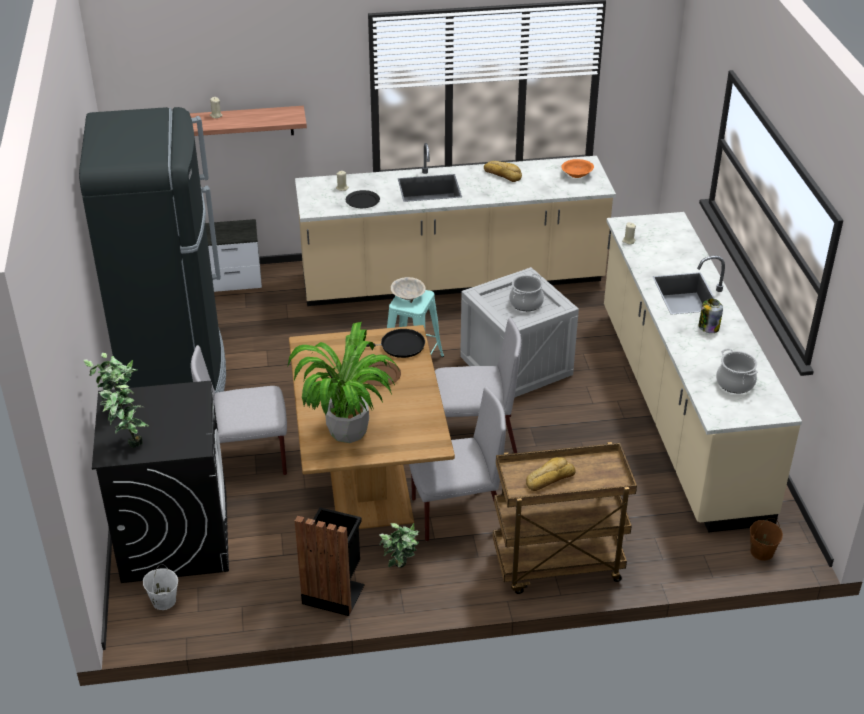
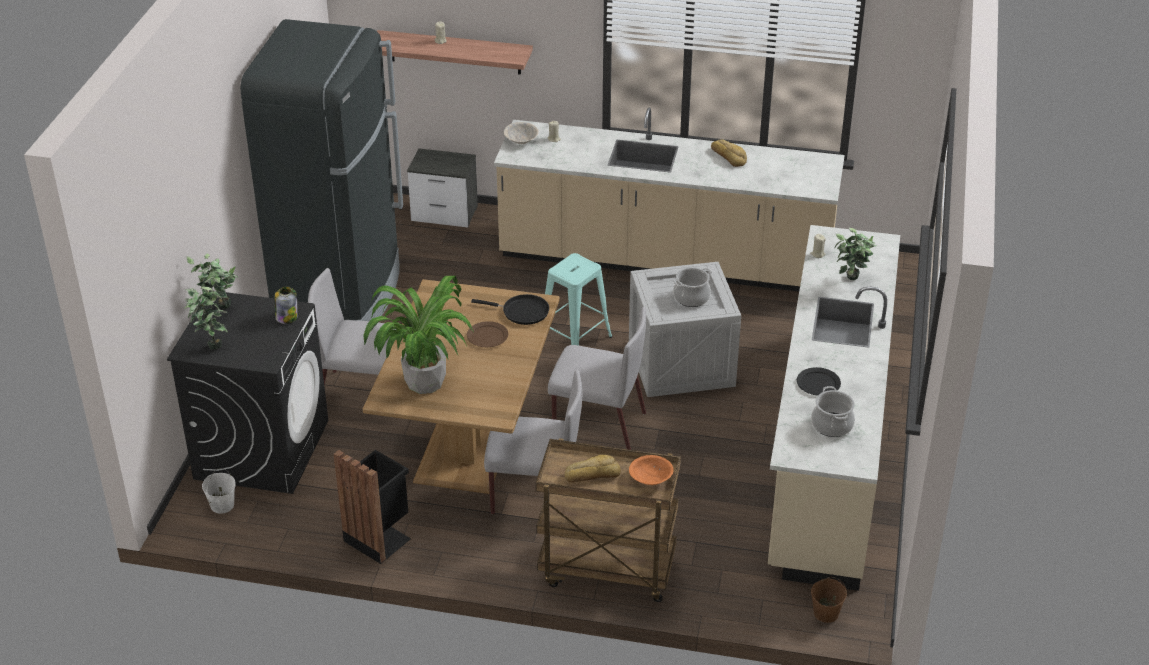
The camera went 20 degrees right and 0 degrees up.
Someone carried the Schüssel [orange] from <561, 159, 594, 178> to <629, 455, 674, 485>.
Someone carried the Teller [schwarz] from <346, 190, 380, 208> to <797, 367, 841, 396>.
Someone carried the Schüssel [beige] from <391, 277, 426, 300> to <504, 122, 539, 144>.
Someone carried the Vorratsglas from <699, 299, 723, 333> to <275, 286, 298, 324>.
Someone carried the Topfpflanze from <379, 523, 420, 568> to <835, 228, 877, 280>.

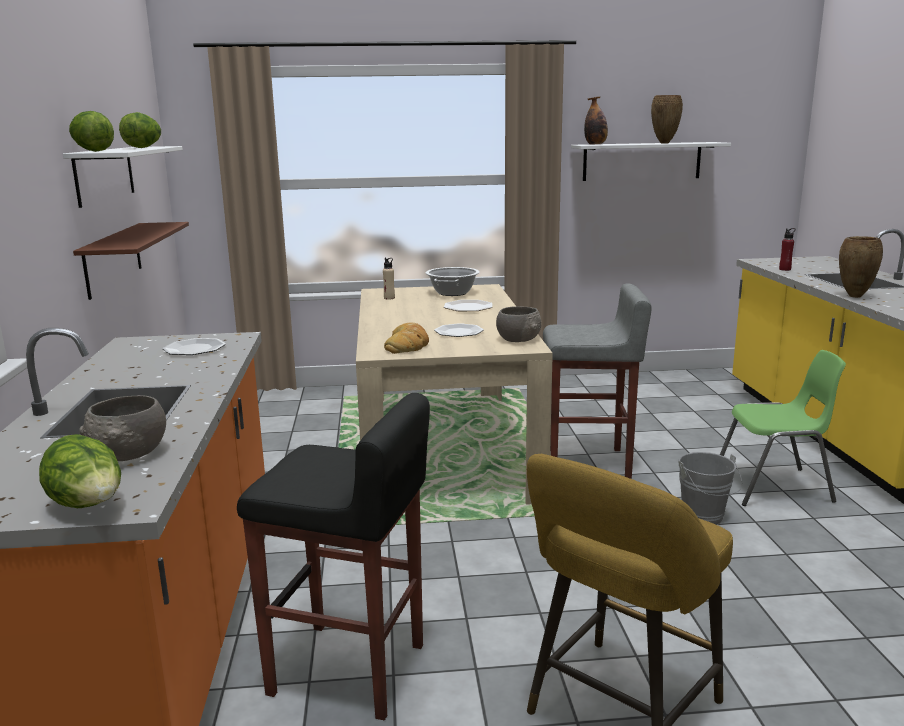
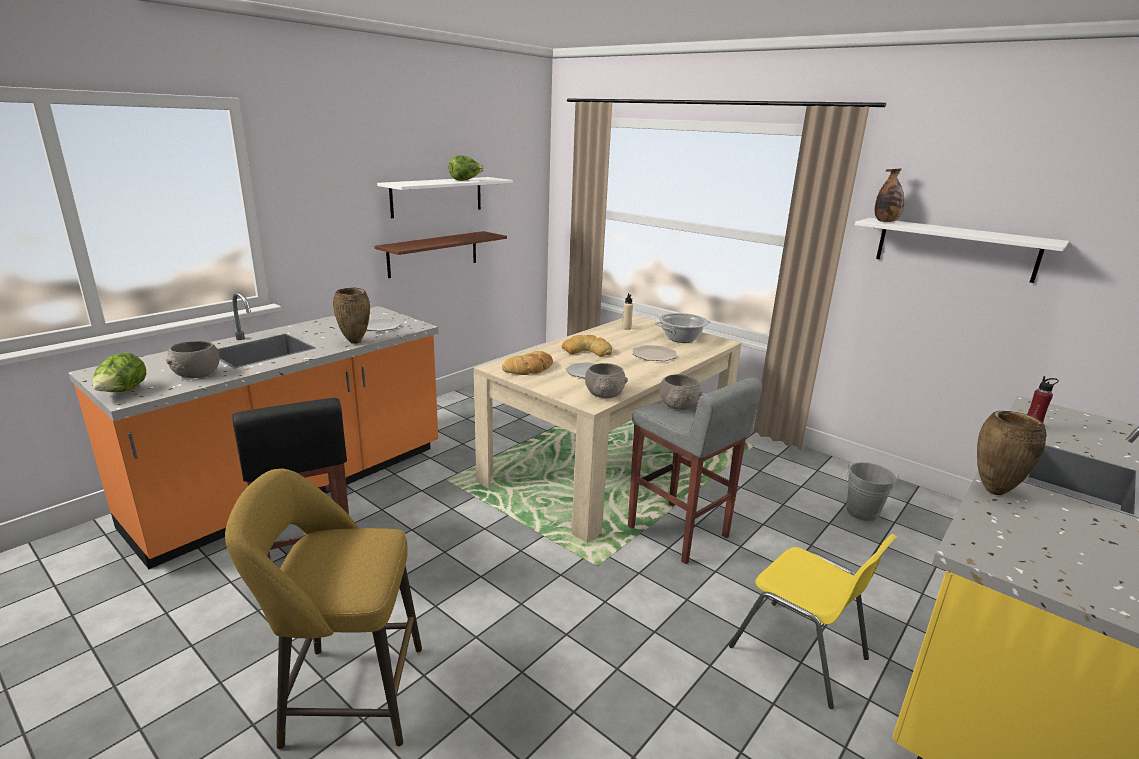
The camera went 45 degrees right and 5 degrees up.
Someone carried the Vase [braun] from <651, 95, 683, 143> to <333, 287, 370, 344>.
Someone took away the Salatkopf at <69, 111, 114, 152>.
Someone repainted the Stuhl [grün] at <720, 350, 846, 506>, which became the Stuhl [gelb] at <729, 534, 897, 709>.
Someone carried the Eimer [grau] from <678, 452, 742, 525> to <846, 461, 899, 521>.
Someone put down the Brot at <562, 335, 612, 357>.
Someone put down the Schüssel [grau] at <659, 374, 702, 410>.

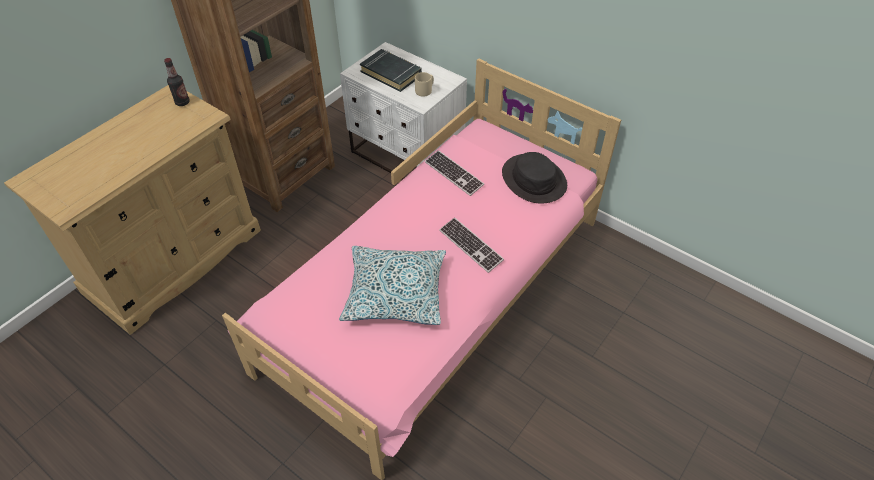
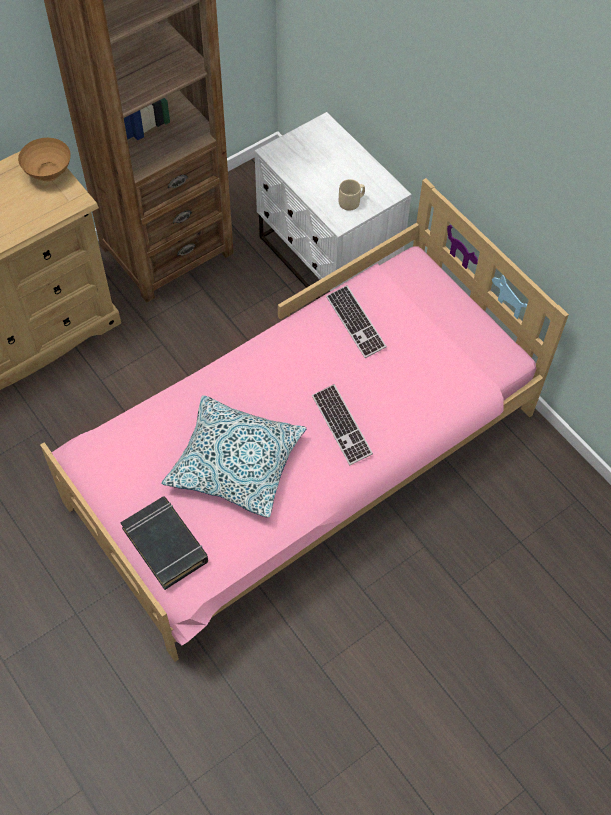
The camera went 15 degrees right and 10 degrees up.
Someone carried the Buch [schwarz] from <360, 49, 422, 92> to <120, 497, 208, 590>.
Someone swapped the Flasche at <164, 58, 190, 106> for the Schüssel [braun] at <18, 138, 71, 181>.
Someone took away the Hut [schwarz] at <502, 152, 567, 203>.

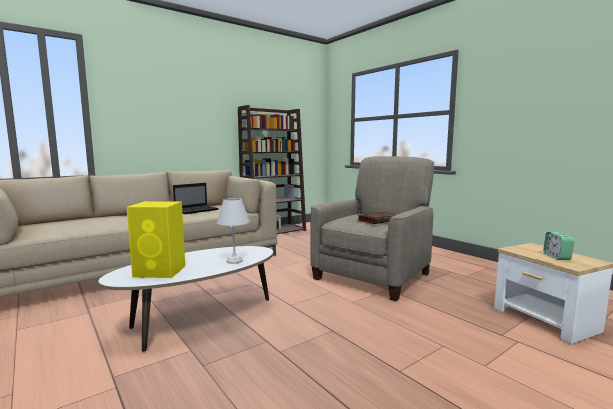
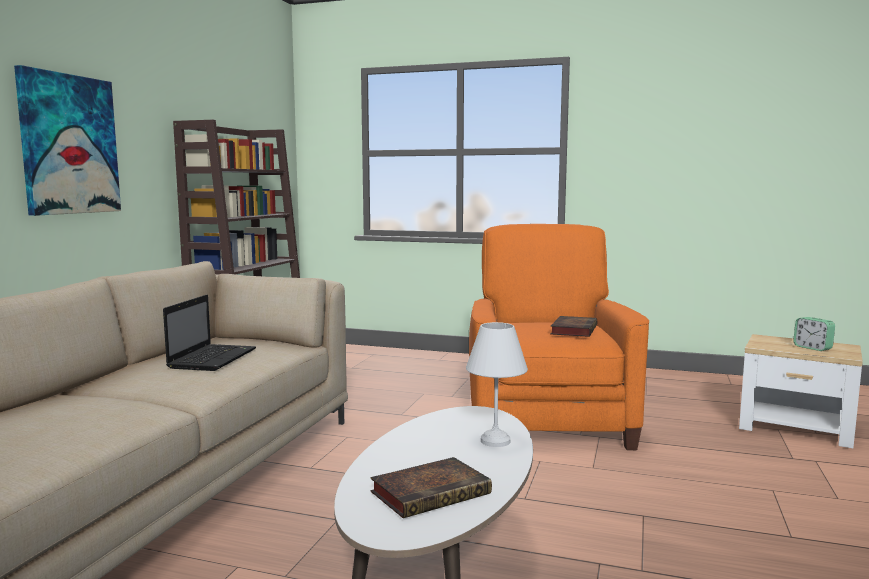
The camera went 35 degrees left and 0 degrees up.
Someone repainted the Sessel [beige] at <310, 156, 434, 301>, which became the Sessel [orange] at <469, 224, 649, 450>.
Someone swapped the Lautsprecher [gelb] at <127, 201, 185, 278> for the Buch at <370, 457, 492, 518>.
Someone put up the Bild at <14, 65, 121, 216>.

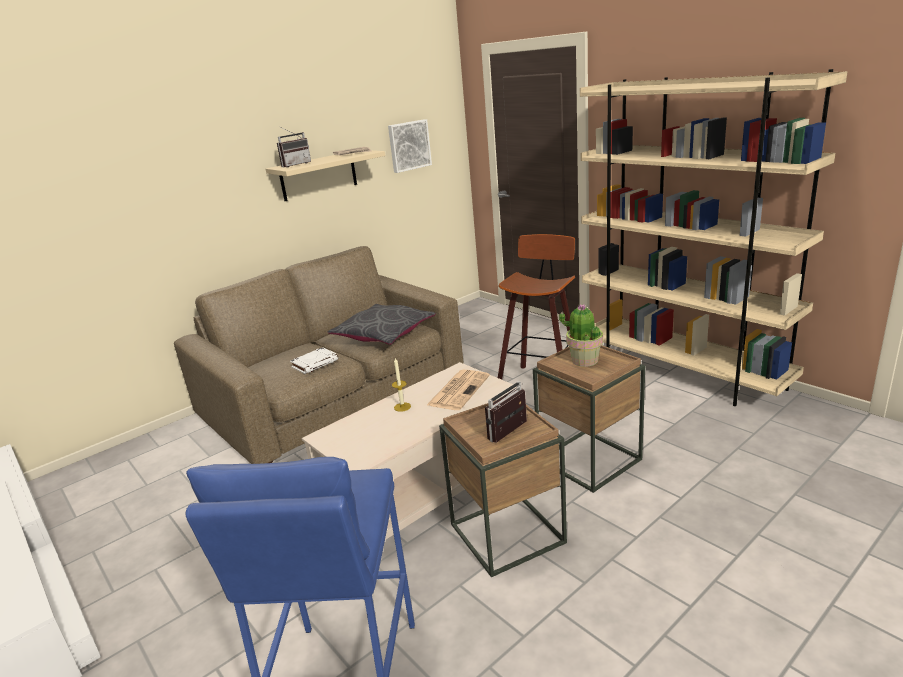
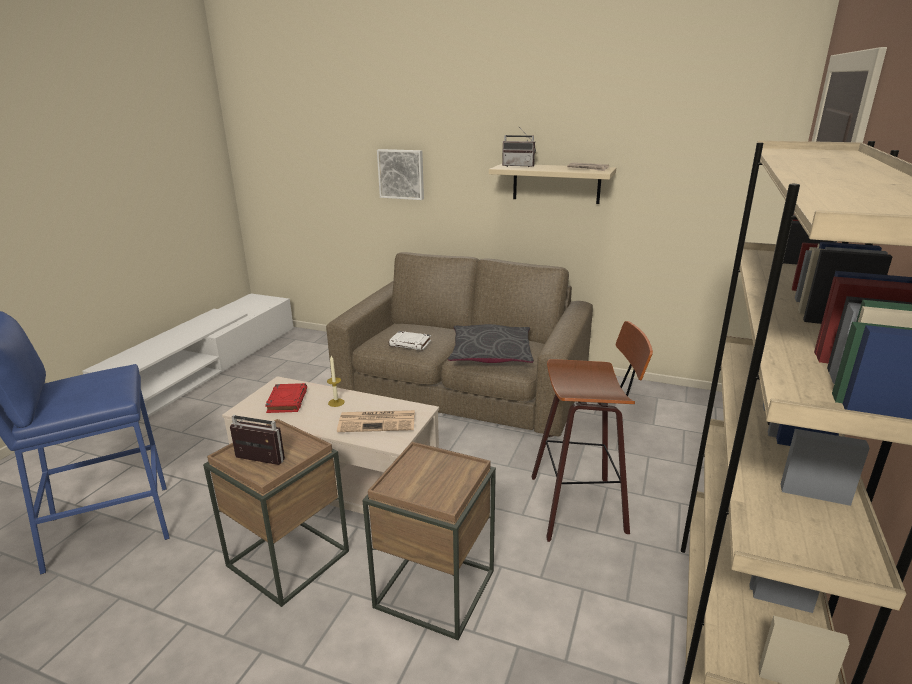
The camera went 60 degrees right and 0 degrees up.
Someone carried the Bild from <388, 119, 432, 173> to <377, 149, 424, 200>.
Someone took away the Topfpflanze at <559, 305, 603, 367>.
Someone put down the Buch [rot] at <265, 383, 307, 413>.

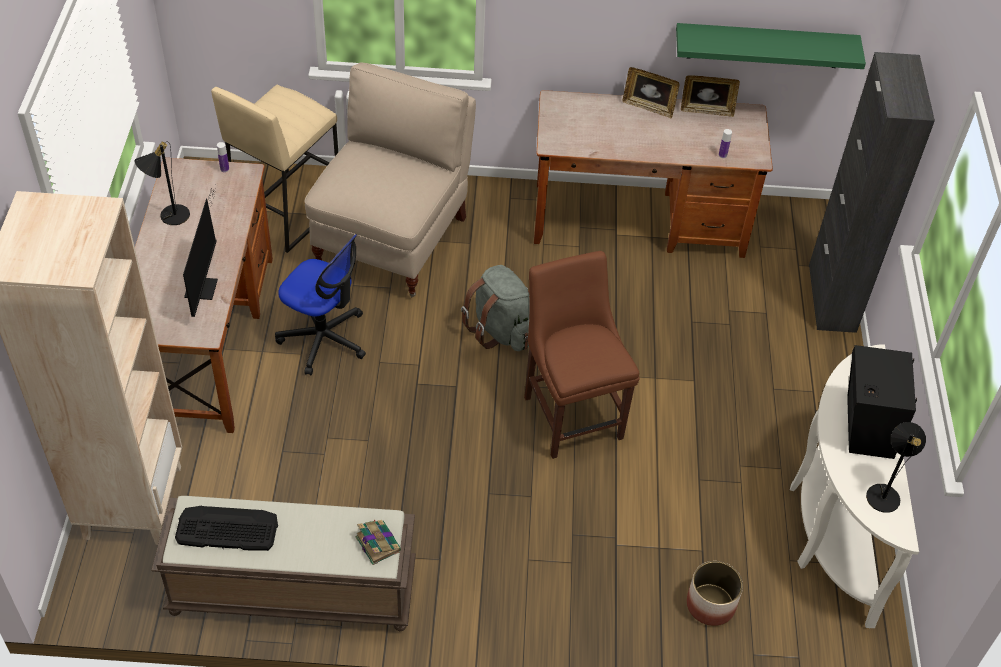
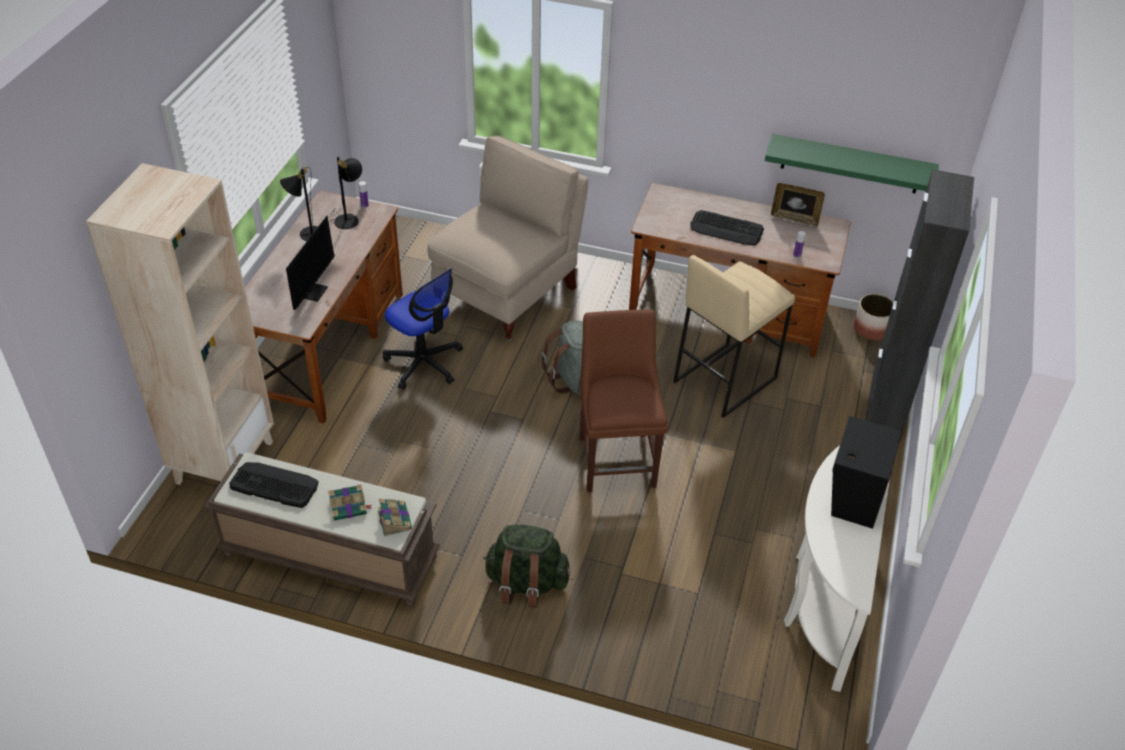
The camera went 15 degrees right and 5 degrees down.
Someone took away the Bilderrahmen at <623, 67, 679, 119>.
Someone carried the Hocker [beige] from <211, 85, 338, 253> to <673, 255, 795, 418>.
Someone carried the Tischlampe [schwarz] from <866, 422, 926, 513> to <334, 156, 362, 229>.
Someone carried the Pflanzkübel from <686, 561, 743, 626> to <854, 294, 893, 340>.
Someone put down the Tastatur at <691, 210, 764, 245>.
Someone put down the Buch at <328, 484, 372, 521>.
Someone put down the Rucksack [grün] at <483, 524, 570, 608>.

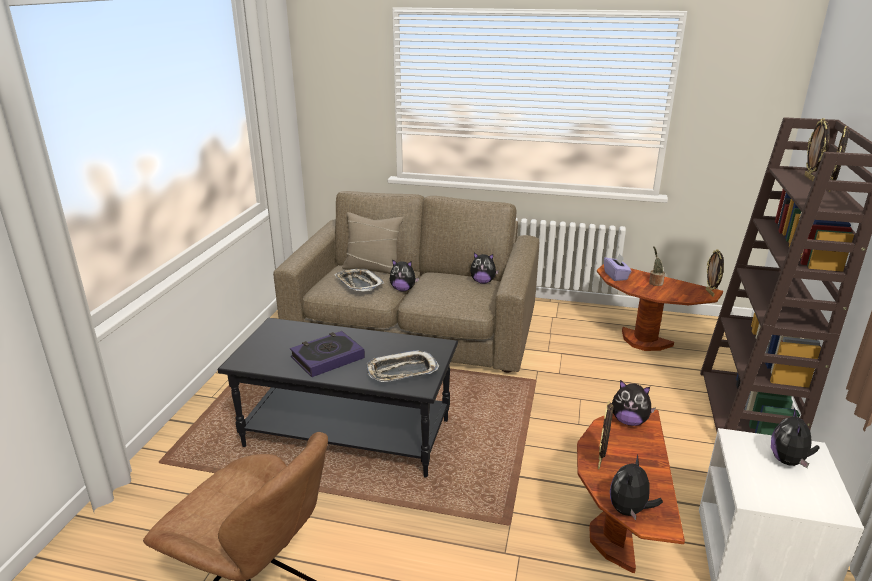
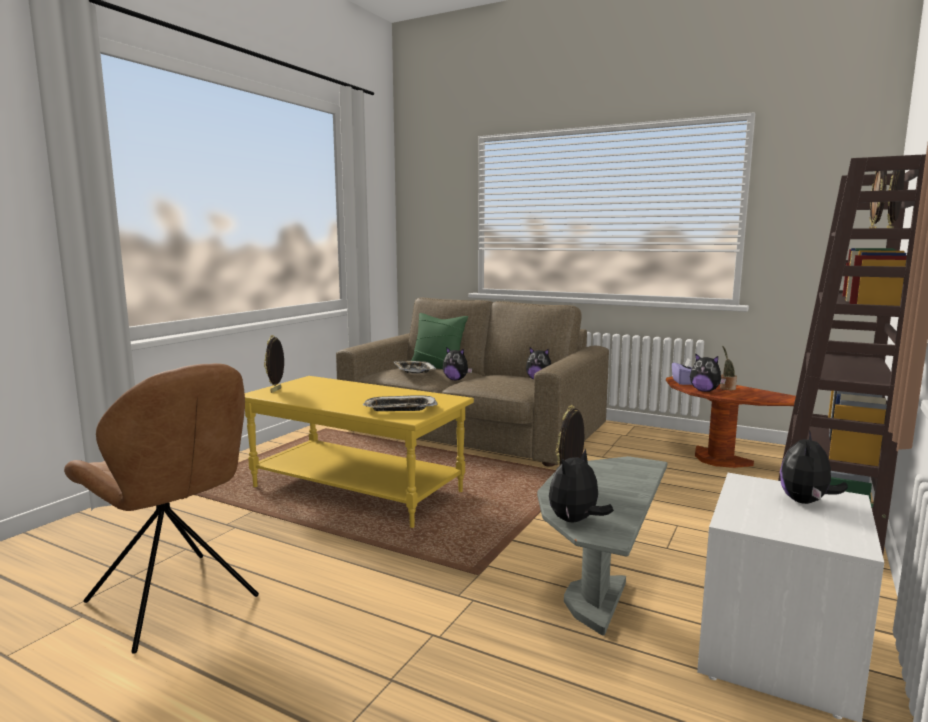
The camera went 15 degrees right and 15 degrees down.
Someone repainted the Kissen [beige] at <342, 212, 403, 274>, which became the Kissen [grün] at <411, 313, 468, 369>.
Someone carried the Bilderrahmen from <706, 249, 724, 297> to <264, 335, 284, 393>.
Someone repainted the Couchtisch [schwarz] at <217, 318, 458, 478>, which became the Couchtisch [gelb] at <245, 376, 474, 528>.
Someone took away the Buch at <290, 331, 365, 377>.
Someone carried the Plüschtier from <612, 380, 656, 426> to <690, 354, 726, 392>.
Someone repainted the Beistelltisch [braun] at <577, 410, 685, 573>, which became the Beistelltisch [grau] at <537, 456, 667, 636>.

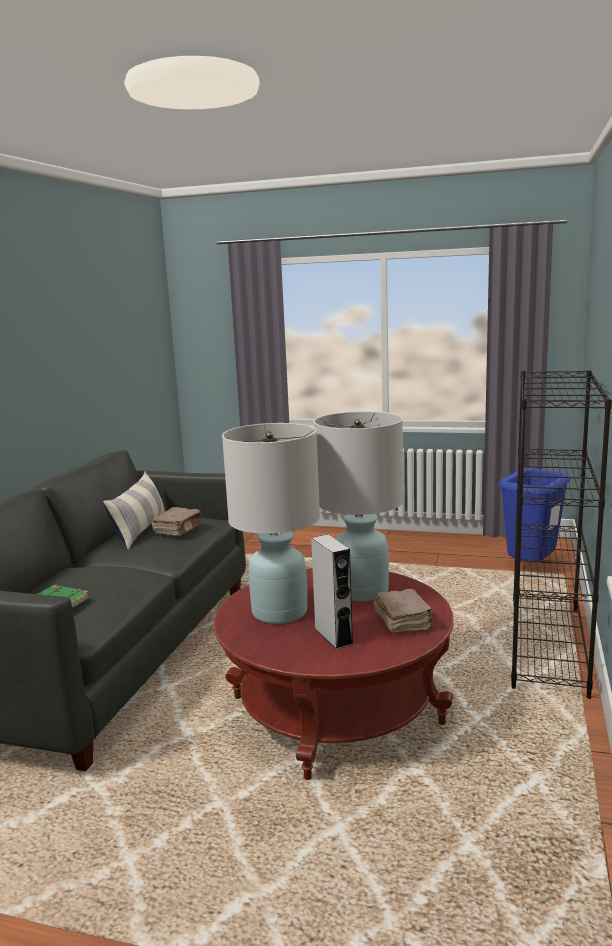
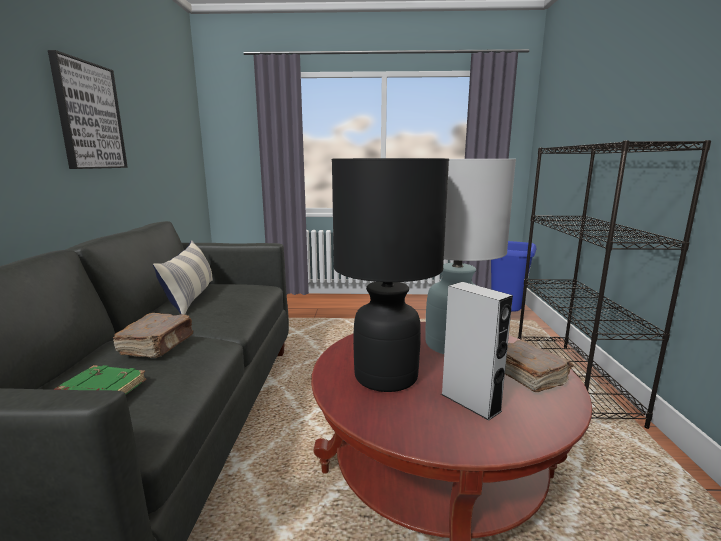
The camera went 15 degrees left and 0 degrees up.
Someone repainted the Tischlampe [weiß] at <222, 423, 320, 624>, which became the Tischlampe [schwarz] at <332, 158, 449, 392>.
Someone carried the Buch [braun] from <152, 507, 203, 536> to <113, 313, 193, 358>.
Someone put up the Bild at <48, 50, 128, 169>.

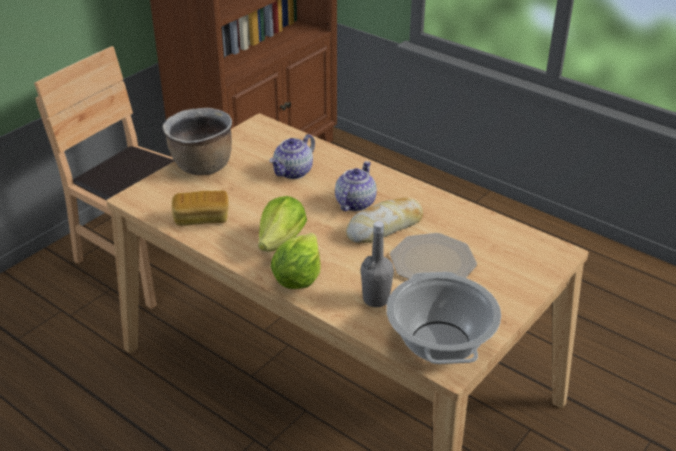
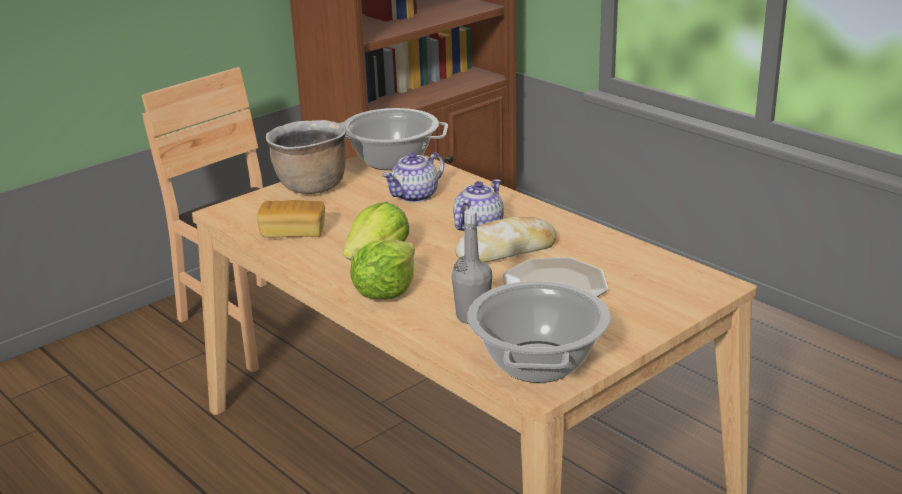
The camera went 10 degrees right and 10 degrees down.
Someone put down the Kochtopf at <340, 108, 448, 170>.

